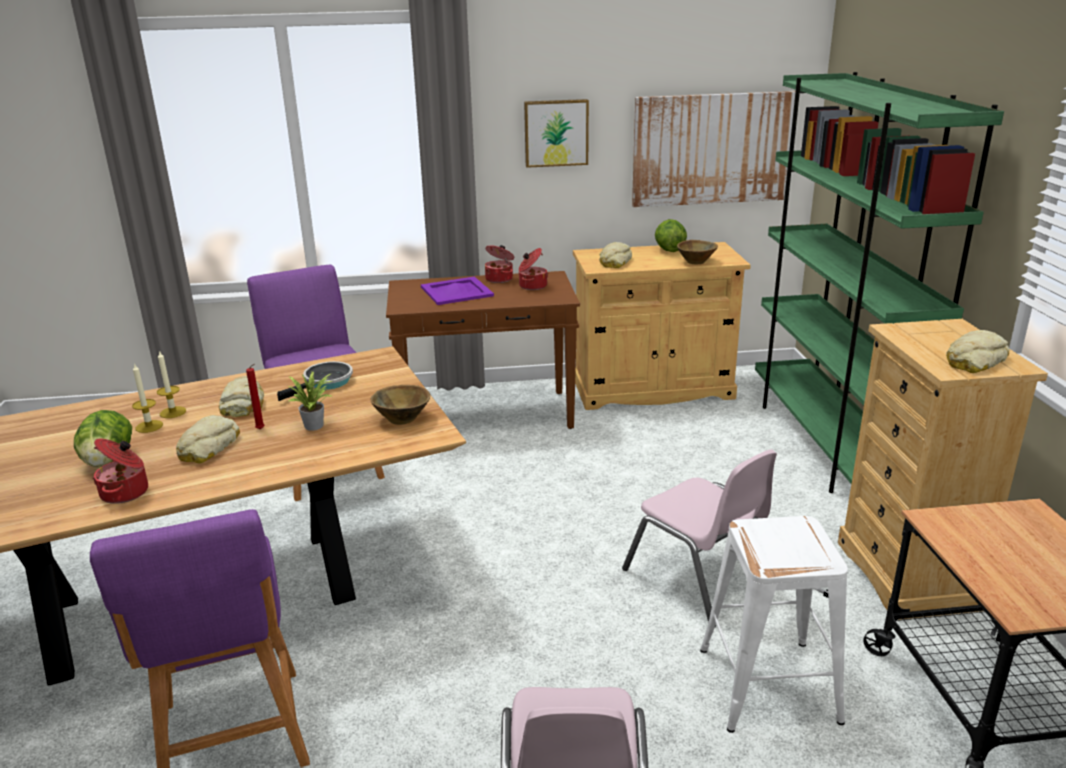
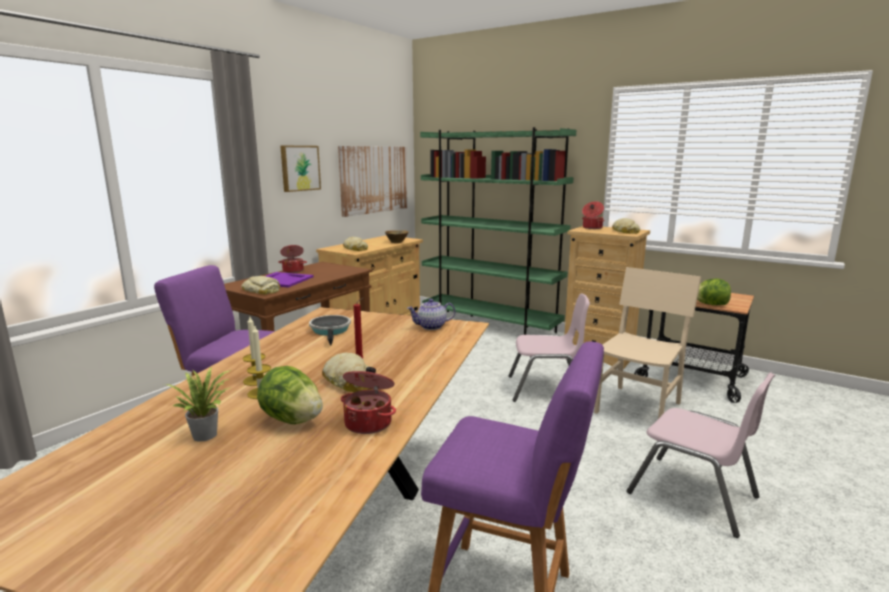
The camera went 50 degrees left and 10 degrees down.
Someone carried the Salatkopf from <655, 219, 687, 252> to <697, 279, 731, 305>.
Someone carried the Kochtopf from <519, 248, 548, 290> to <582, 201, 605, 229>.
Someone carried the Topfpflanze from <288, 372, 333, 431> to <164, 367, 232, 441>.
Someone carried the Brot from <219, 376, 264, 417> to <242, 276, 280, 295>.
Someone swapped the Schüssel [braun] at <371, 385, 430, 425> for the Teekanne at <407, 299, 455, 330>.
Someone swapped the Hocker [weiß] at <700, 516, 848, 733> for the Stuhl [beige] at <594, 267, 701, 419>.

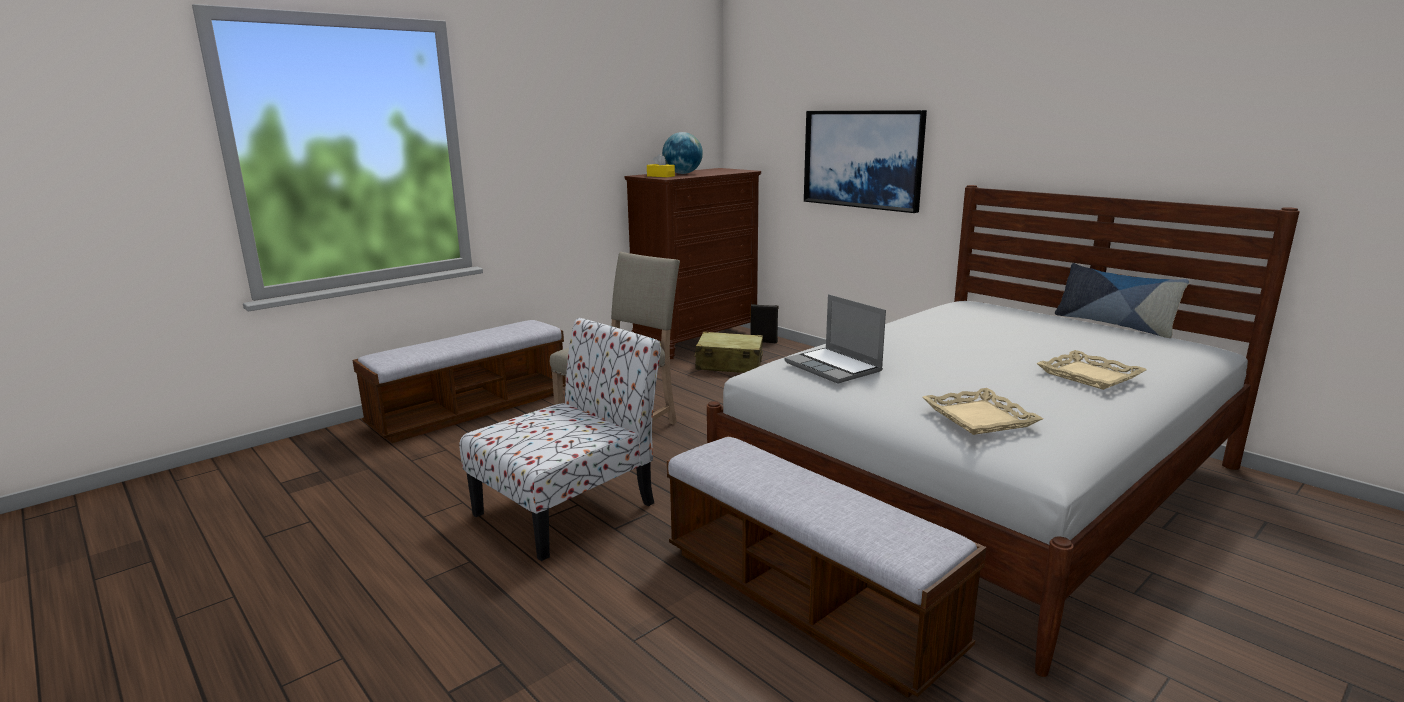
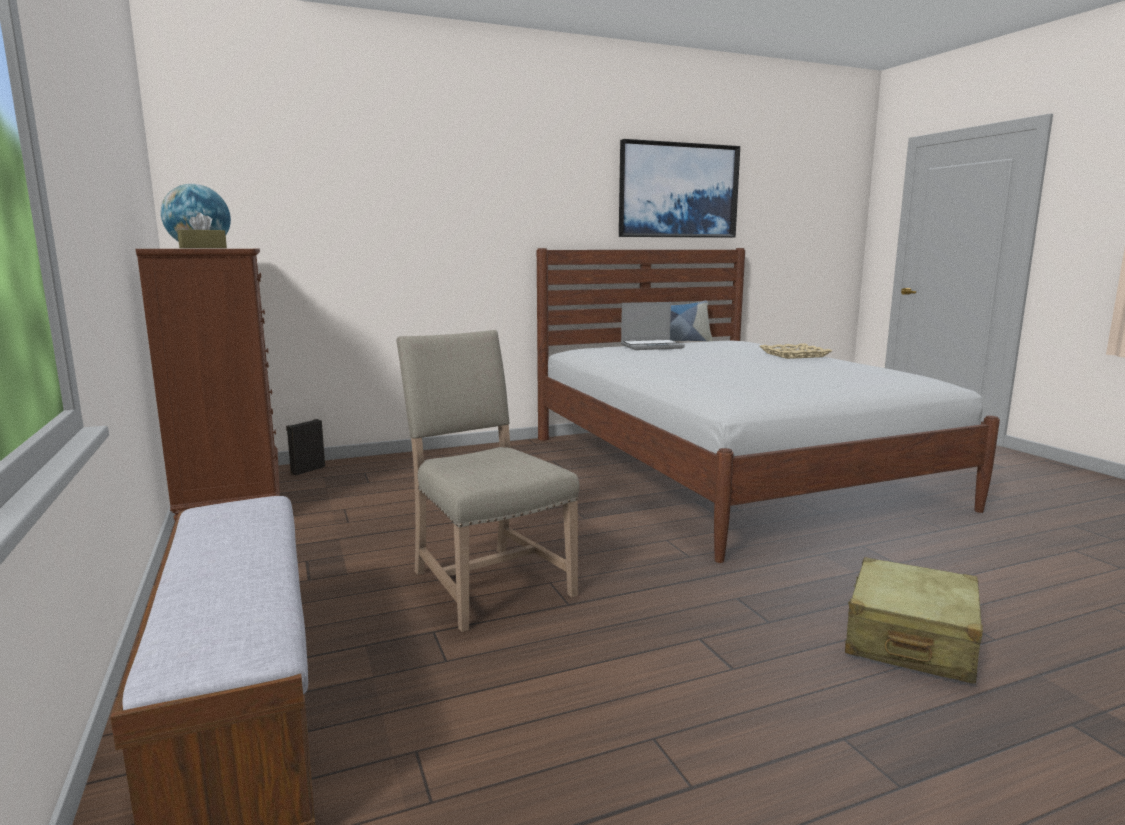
The camera went 70 degrees left and 5 degrees down.
Someone carried the Bild from <804, 110, 927, 213> to <619, 139, 740, 238>.
Someone repainted the Taschentuchbox [gelb] at <647, 154, 675, 177>, which became the Taschentuchbox [braun] at <177, 212, 227, 248>.
Someone carried the Laptop from <785, 294, 886, 383> to <621, 302, 685, 350>.
Someone took away the Stuhl at <459, 318, 661, 561>.
Someone carried the Koffer [beige] from <694, 331, 763, 373> to <845, 557, 983, 684>.
Someone took away the Tablett [beige] at <923, 388, 1043, 435>.
Someone took away the Bank at <667, 436, 987, 698>.

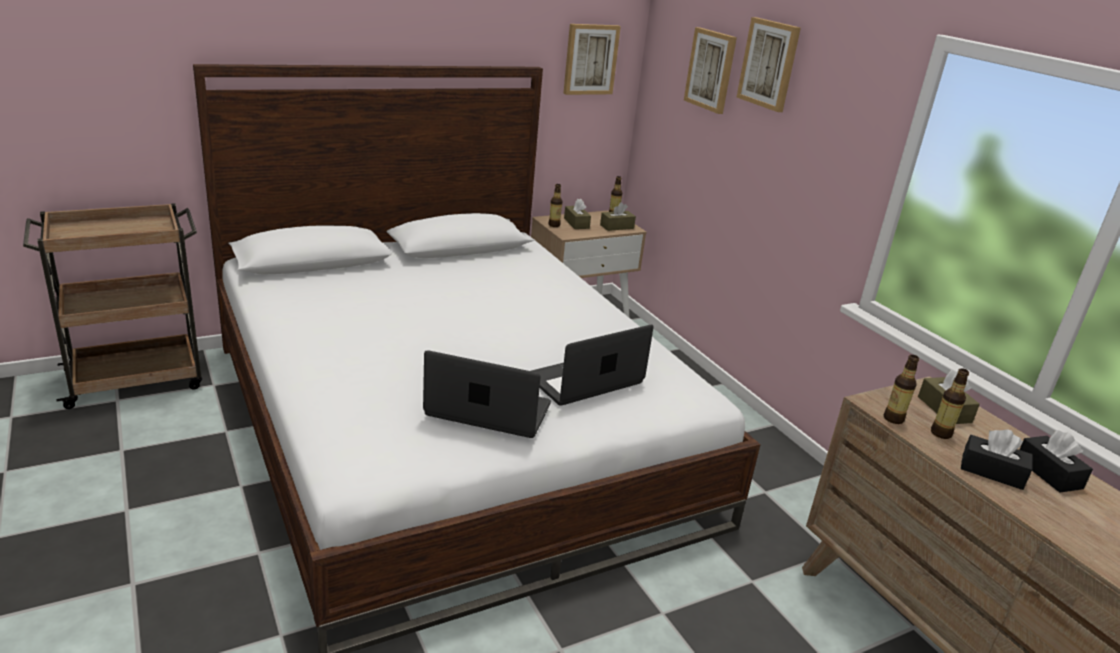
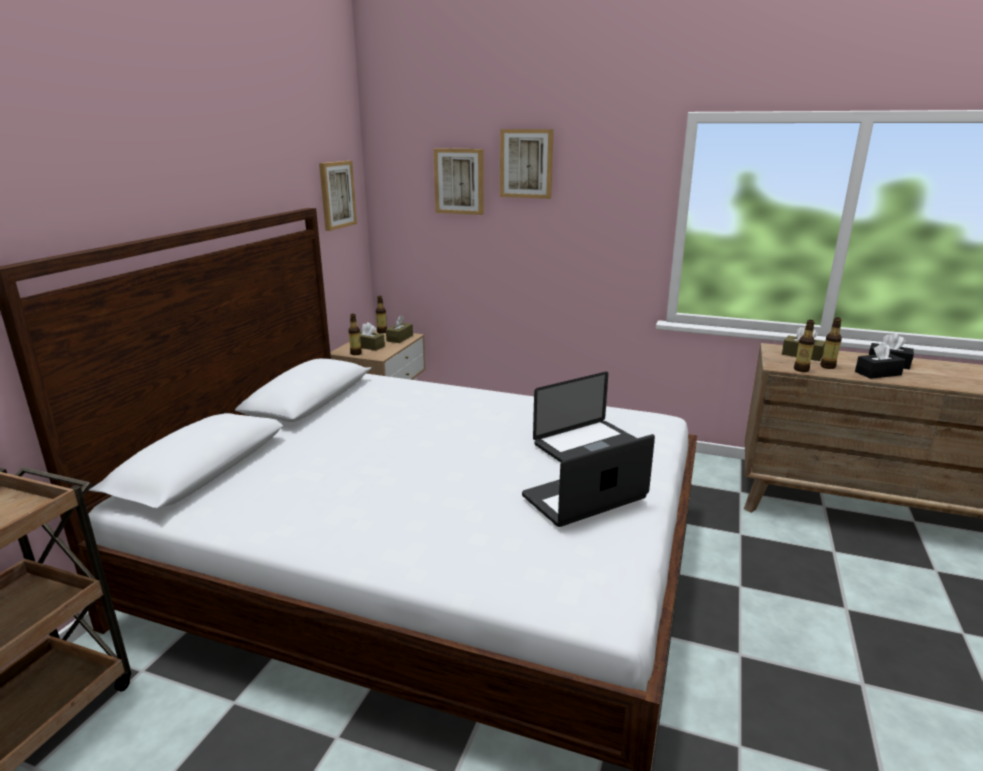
The camera went 40 degrees left and 5 degrees down.
Someone rotated the Laptop at <531, 324, 654, 406> by 135 degrees counterclockwise.

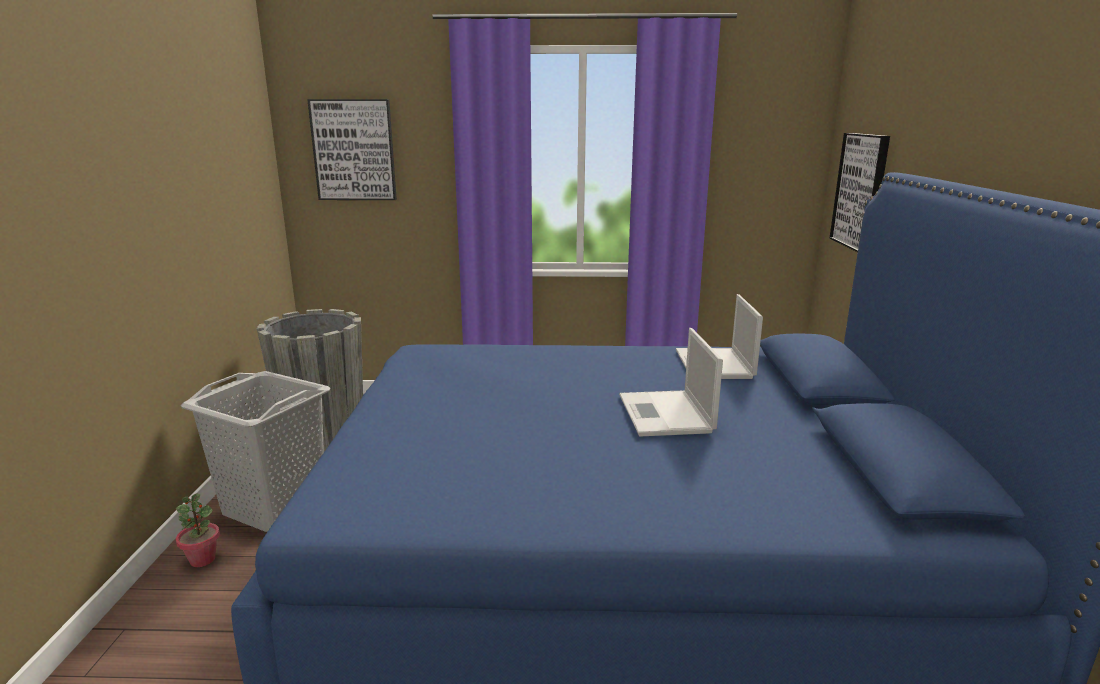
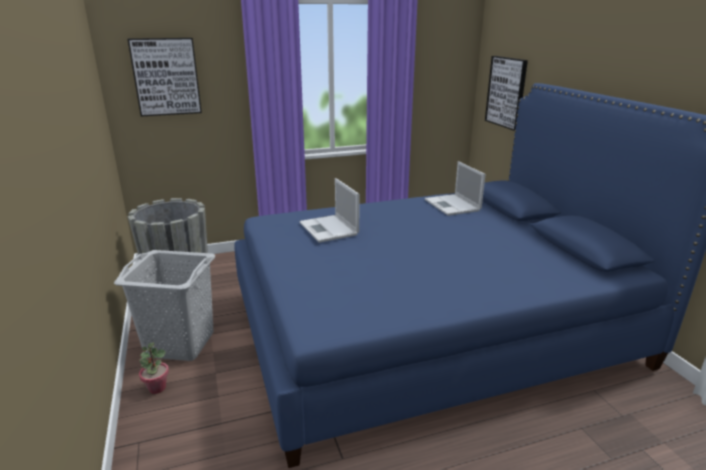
The camera went 20 degrees left and 5 degrees up.
Someone carried the Laptop from <619, 328, 723, 437> to <299, 178, 360, 243>.

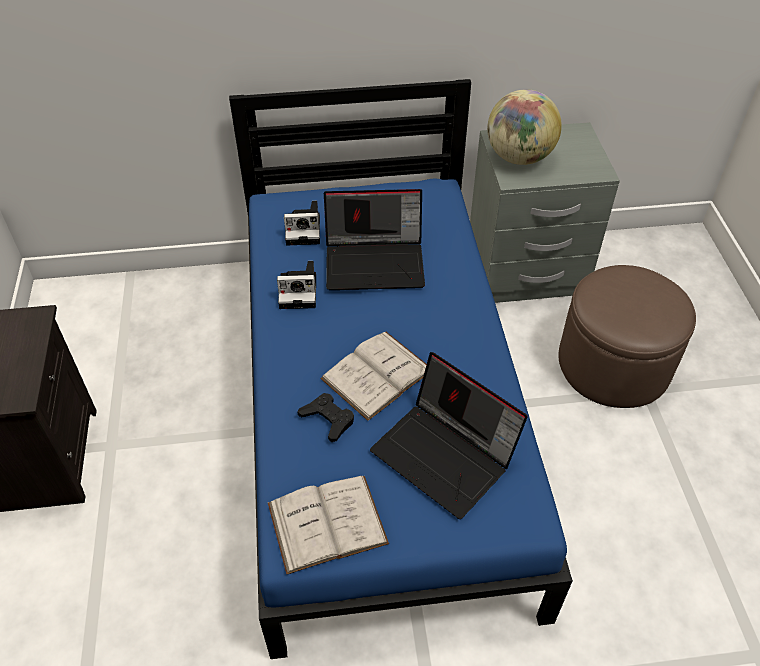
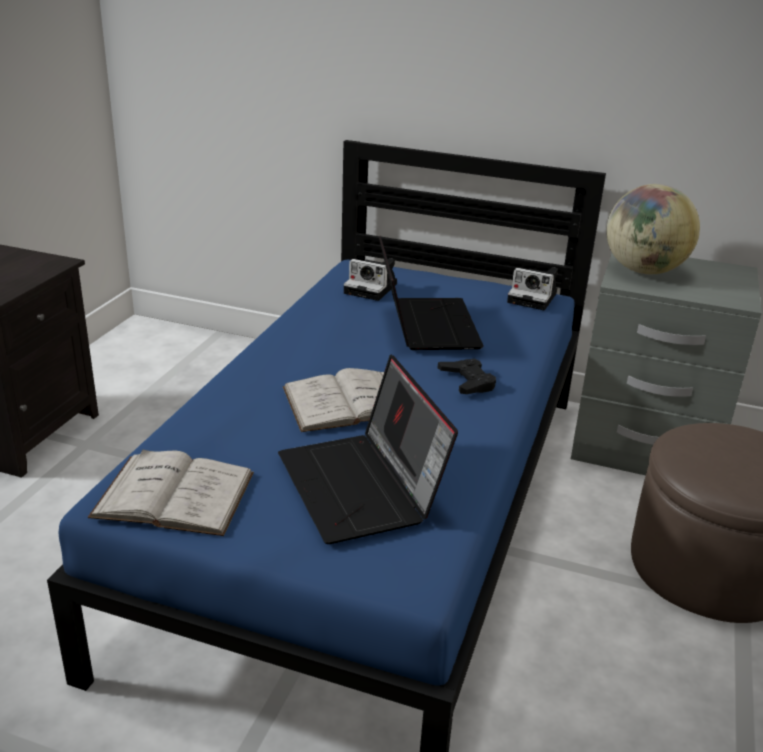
The camera went 25 degrees right and 20 degrees down.
Someone rotated the Laptop at <324, 189, 425, 290> by 120 degrees counterclockwise.
Someone carried the Kamera from <277, 261, 316, 309> to <507, 267, 558, 310>.
Someone carried the Gamepad [schwarz] from <298, 393, 354, 442> to <438, 359, 496, 394>.

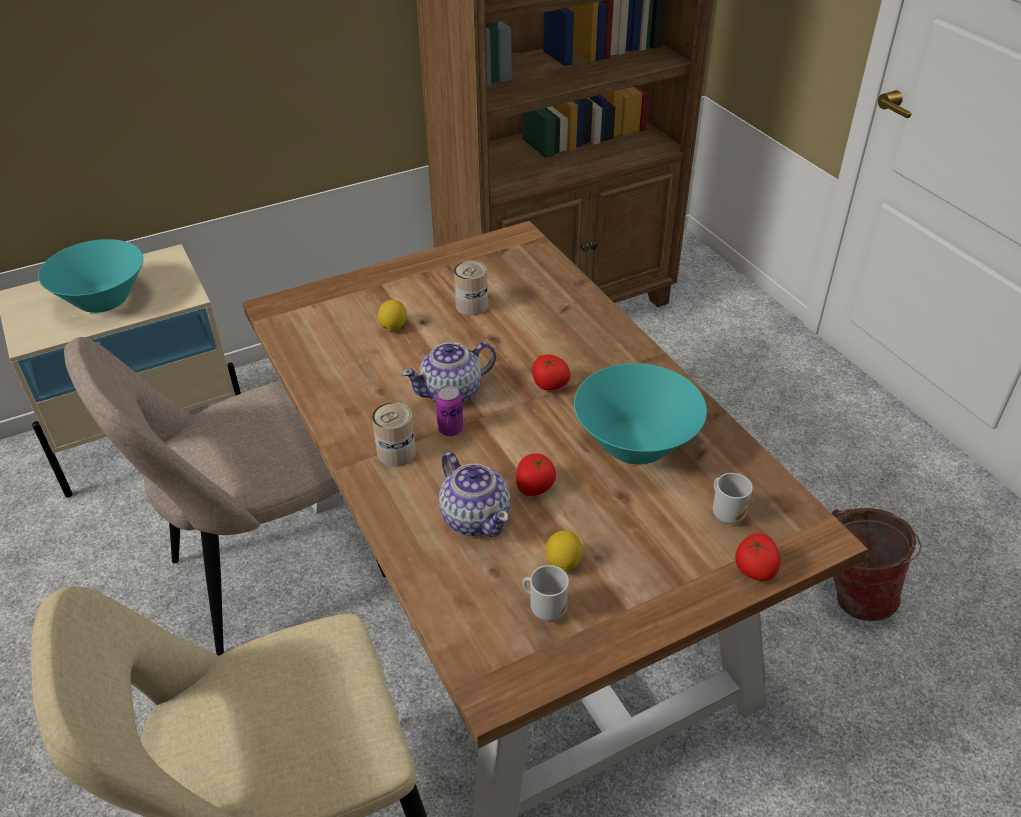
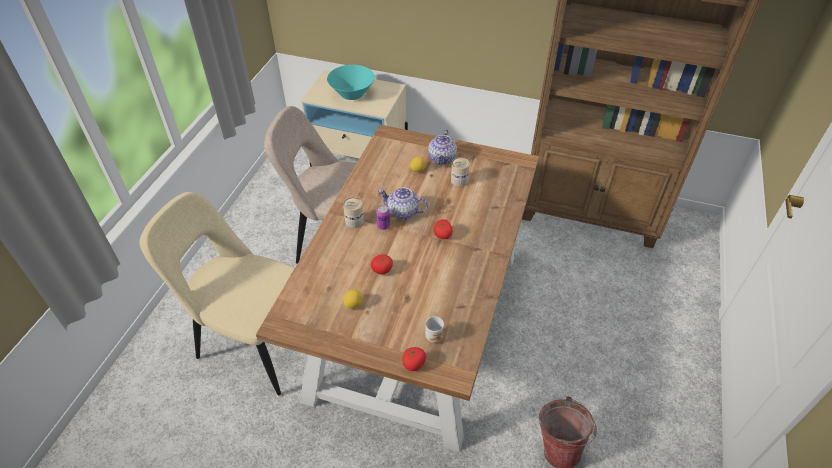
The camera went 45 degrees right and 5 degrees up.
Someone took away the Schüssel [türkis] at <574, 363, 707, 465>.
Someone carried the Teekanne from <439, 452, 511, 537> to <428, 129, 457, 165>.
Someone took away the Henkelbecher at <522, 565, 569, 621>.

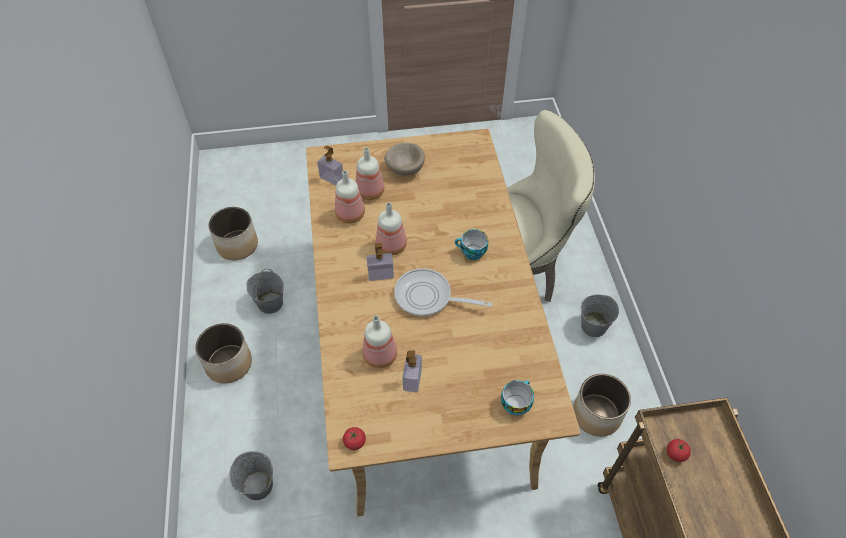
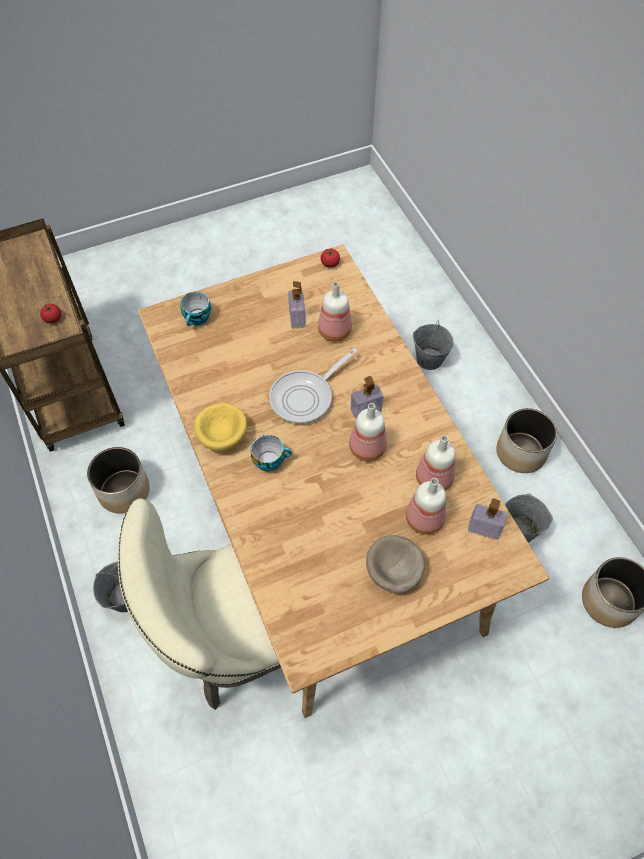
The camera went 165 degrees right and 5 degrees up.
Someone rotated the Pfanne at <394, 268, 492, 316> by 135 degrees clockwise.
Someone put down the Schüssel [gelb] at <194, 403, 247, 451>.

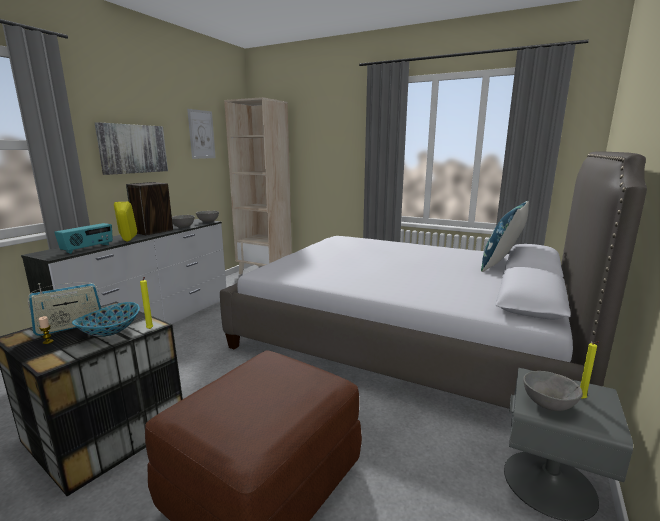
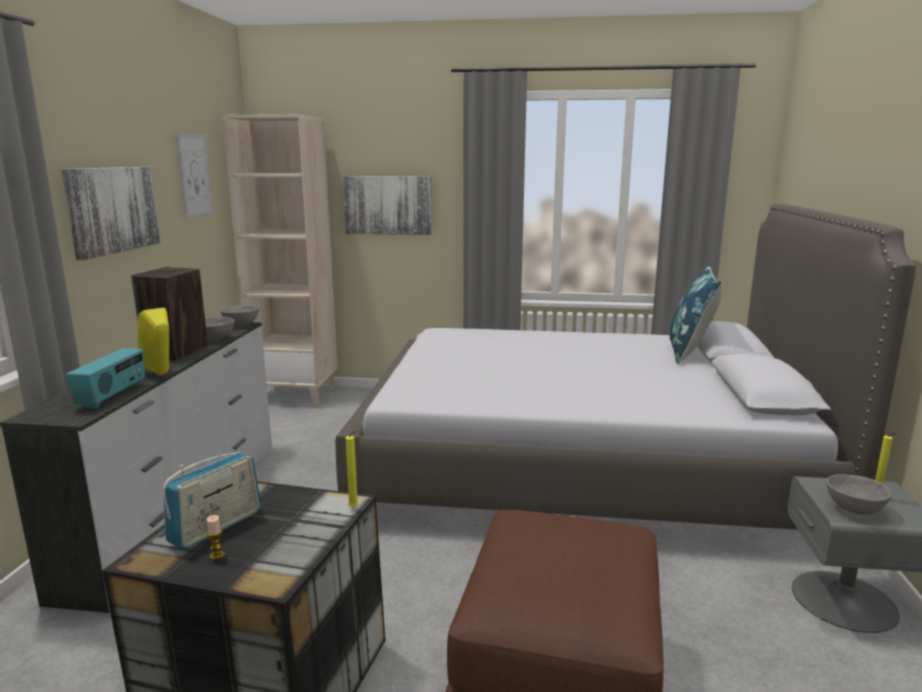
The camera went 20 degrees left and 0 degrees up.
Someone took away the Schüssel at <72, 302, 140, 337>.
Someone put up the Bild at <343, 176, 432, 235>.

